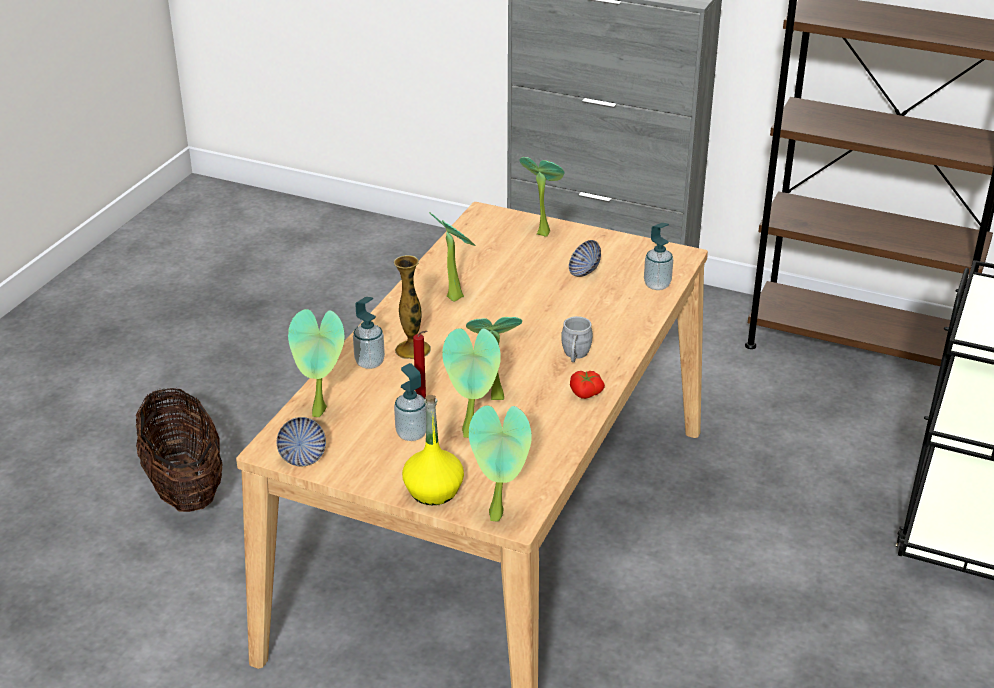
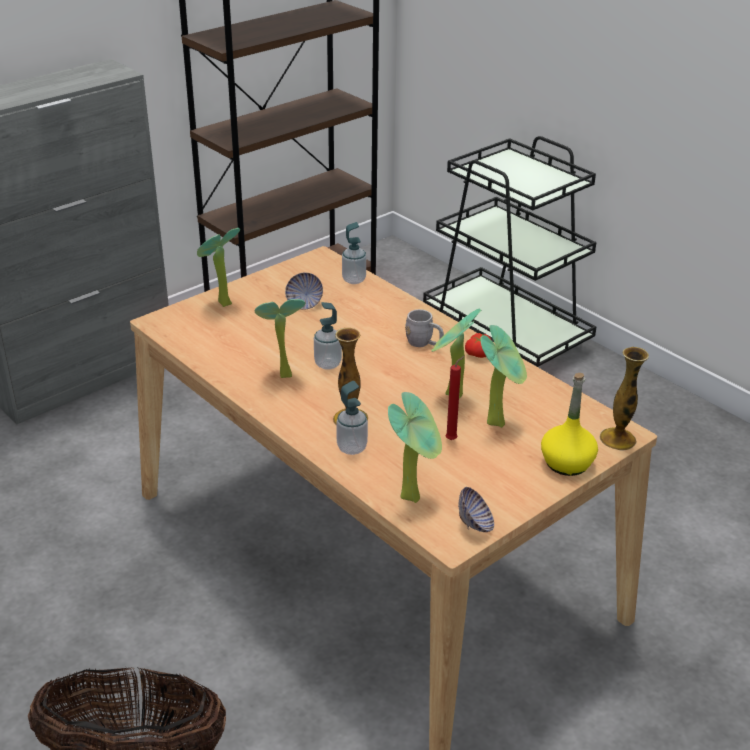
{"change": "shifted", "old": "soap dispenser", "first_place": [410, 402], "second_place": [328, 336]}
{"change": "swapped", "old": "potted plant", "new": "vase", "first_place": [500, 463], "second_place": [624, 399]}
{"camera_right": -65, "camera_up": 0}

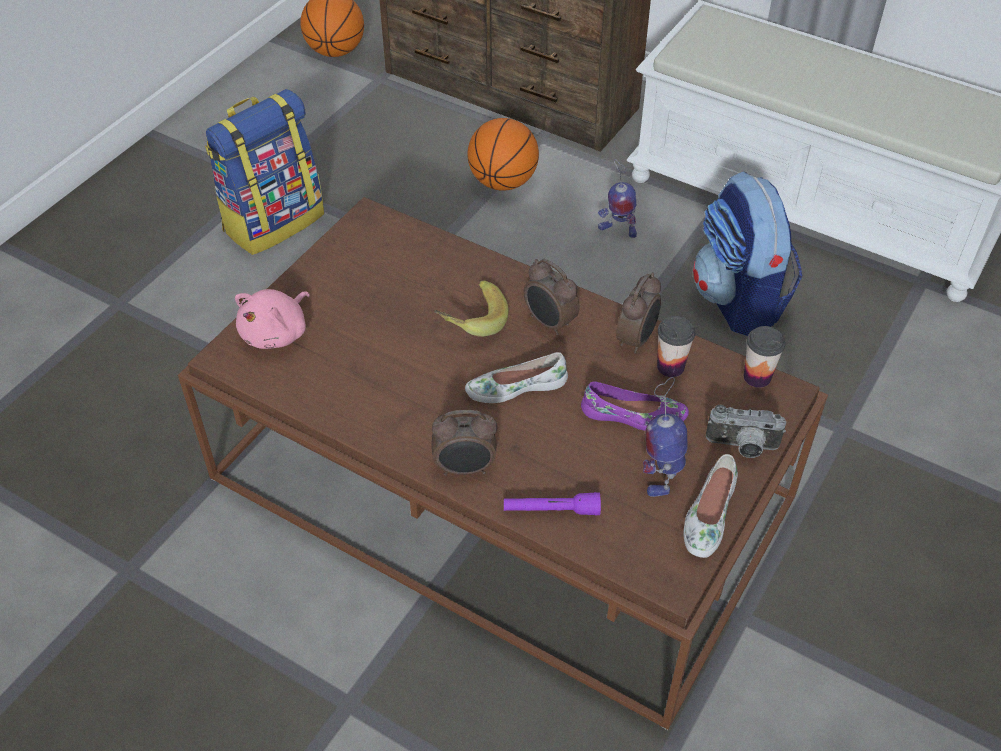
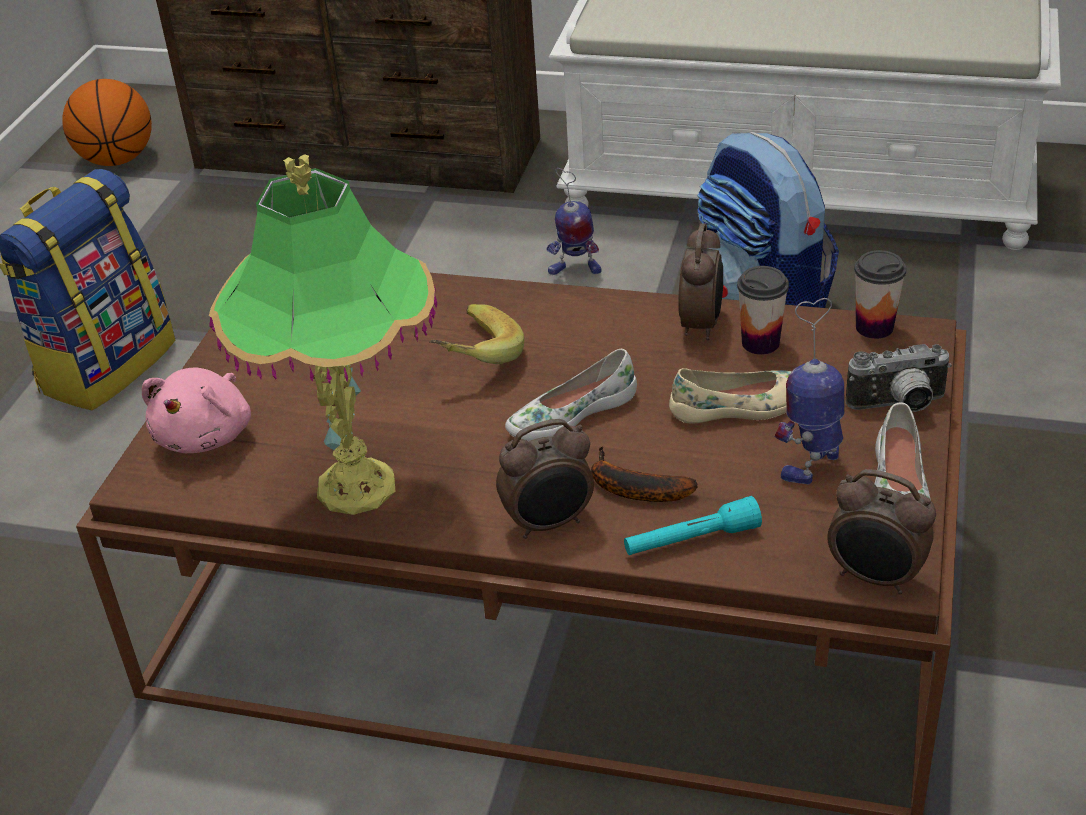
{"change": "gone", "old": "basketball", "first_place": [503, 154]}
{"change": "new", "new": "table lamp", "second_place": [323, 334]}
{"change": "new", "new": "banana", "second_place": [644, 474]}
{"change": "shifted", "old": "alarm clock", "first_place": [552, 297], "second_place": [881, 531]}
{"change": "repainted", "old": "purple flashlight", "new": "turquoise flashlight", "first_place": [552, 503], "second_place": [693, 525]}
{"change": "repainted", "old": "purple shoe", "new": "beige shoe", "first_place": [635, 405], "second_place": [730, 396]}
{"change": "rotated", "old": "toy robot", "first_place": [665, 437], "second_place": [810, 391], "degrees": 45}
{"camera_right": -15, "camera_up": -10}

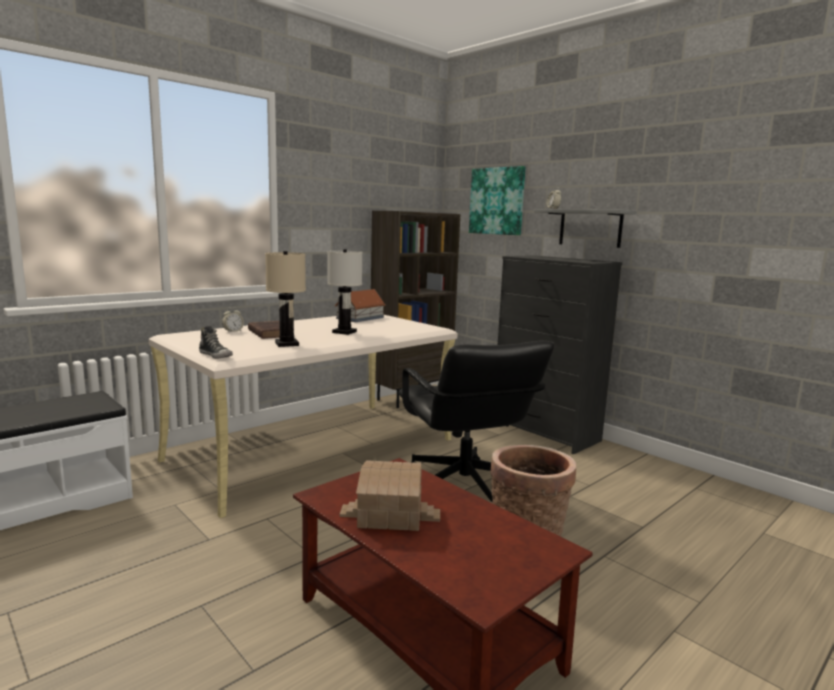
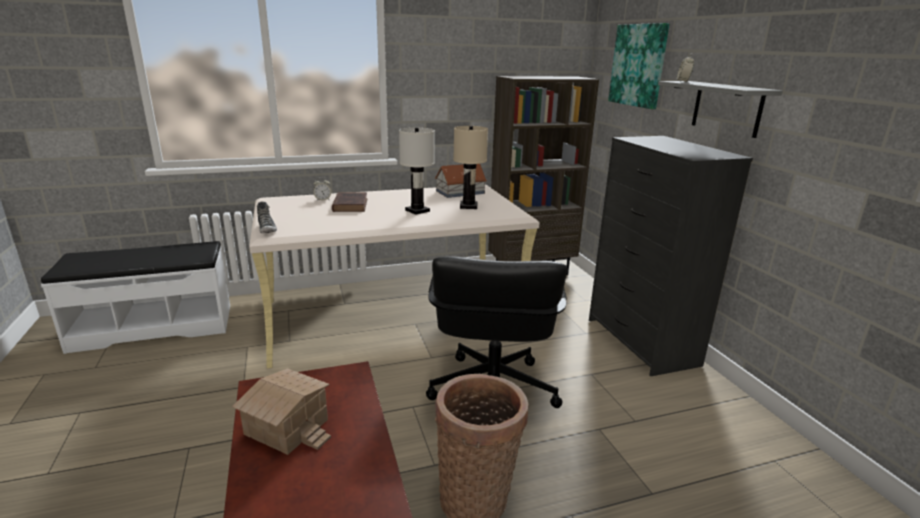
{"change": "shifted", "old": "beige table lamp", "first_place": [285, 299], "second_place": [470, 167]}
{"camera_right": 25, "camera_up": 10}

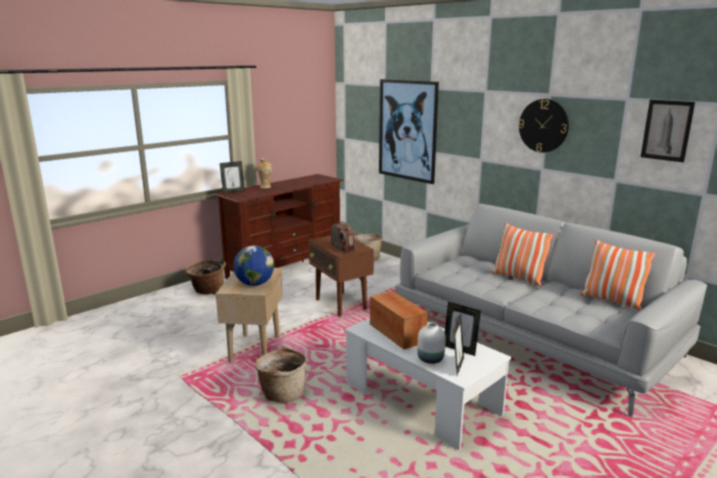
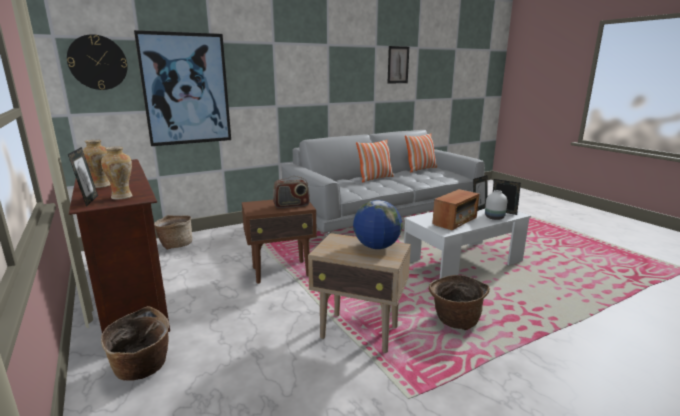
{"change": "new", "new": "vase", "second_place": [116, 173]}
{"change": "shifted", "old": "wall clock", "first_place": [543, 126], "second_place": [97, 62]}
{"change": "rotated", "old": "radio", "first_place": [399, 320], "second_place": [455, 209], "degrees": 150}
{"camera_right": -75, "camera_up": 0}

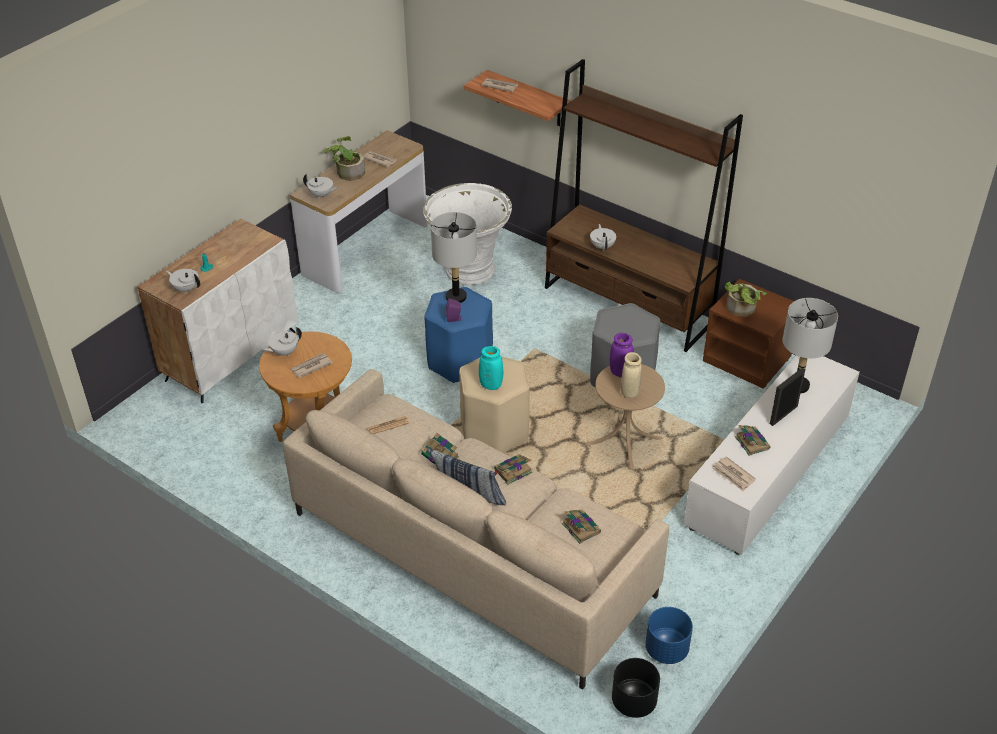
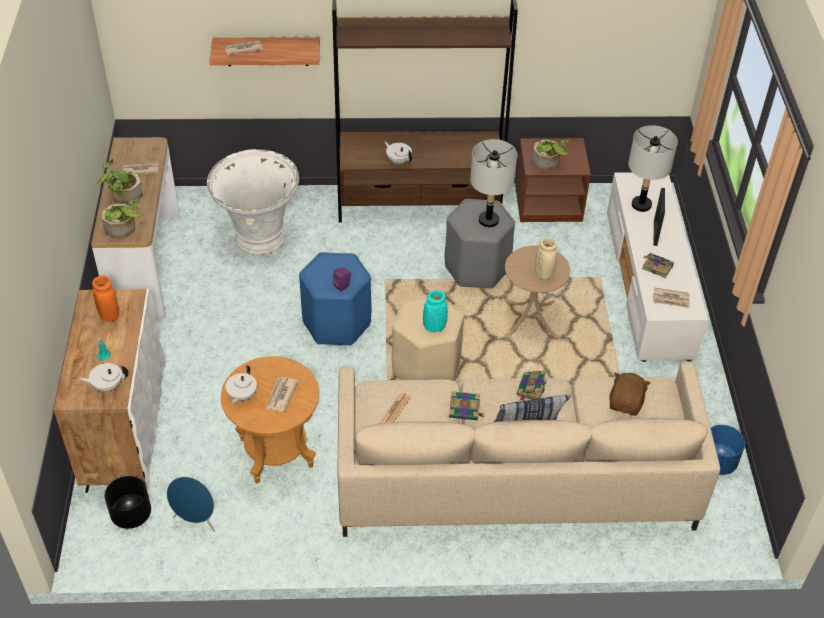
{"change": "gone", "old": "purple vase", "first_place": [622, 355]}
{"change": "new", "new": "orange vase", "second_place": [105, 299]}
{"change": "new", "new": "blue speaker", "second_place": [191, 504]}
{"change": "shifted", "old": "grey table lamp", "first_place": [454, 257], "second_place": [493, 183]}
{"change": "shifted", "old": "black planter", "first_place": [636, 688], "second_place": [128, 502]}
{"change": "swapped", "old": "white teapot", "new": "potted plant", "first_place": [321, 186], "second_place": [122, 218]}
{"change": "swapped", "old": "book", "new": "brown plush toy", "first_place": [581, 526], "second_place": [630, 394]}
{"camera_right": -40, "camera_up": 5}

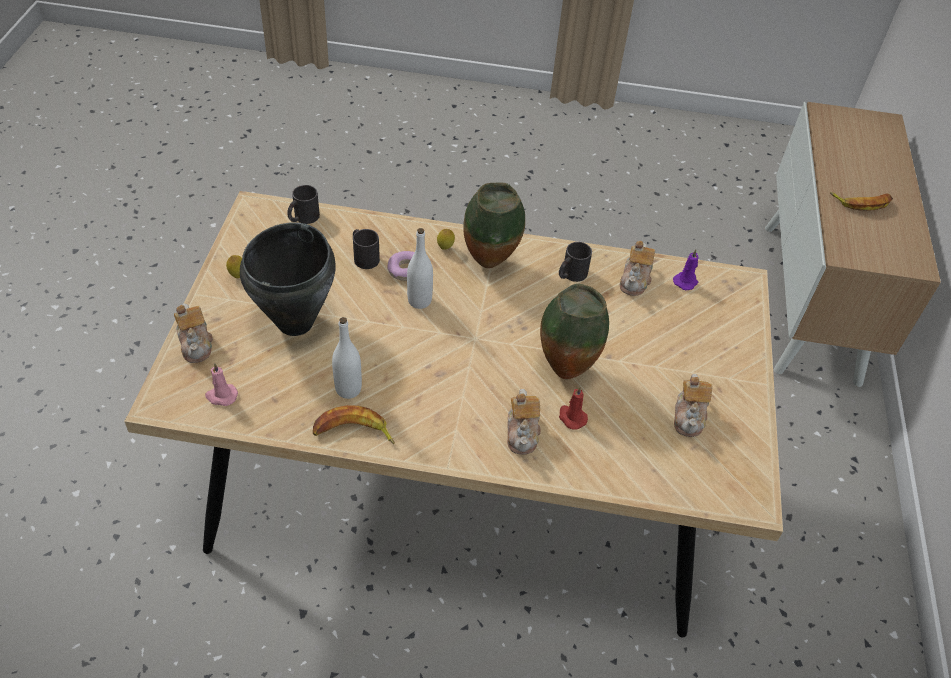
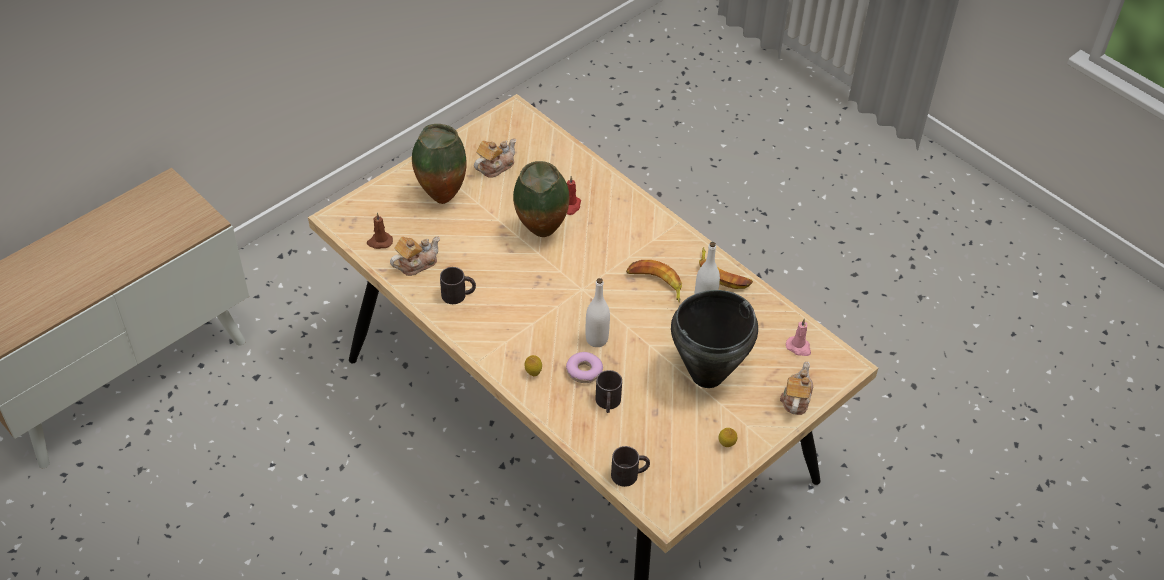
{"change": "gone", "old": "teapot", "first_place": [524, 422]}
{"change": "shifted", "old": "vase", "first_place": [494, 225], "second_place": [439, 164]}
{"change": "shifted", "old": "banana", "first_place": [861, 201], "second_place": [654, 281]}
{"change": "repainted", "old": "purple candle", "new": "brown candle", "first_place": [686, 269], "second_place": [380, 231]}
{"camera_right": -140, "camera_up": 0}

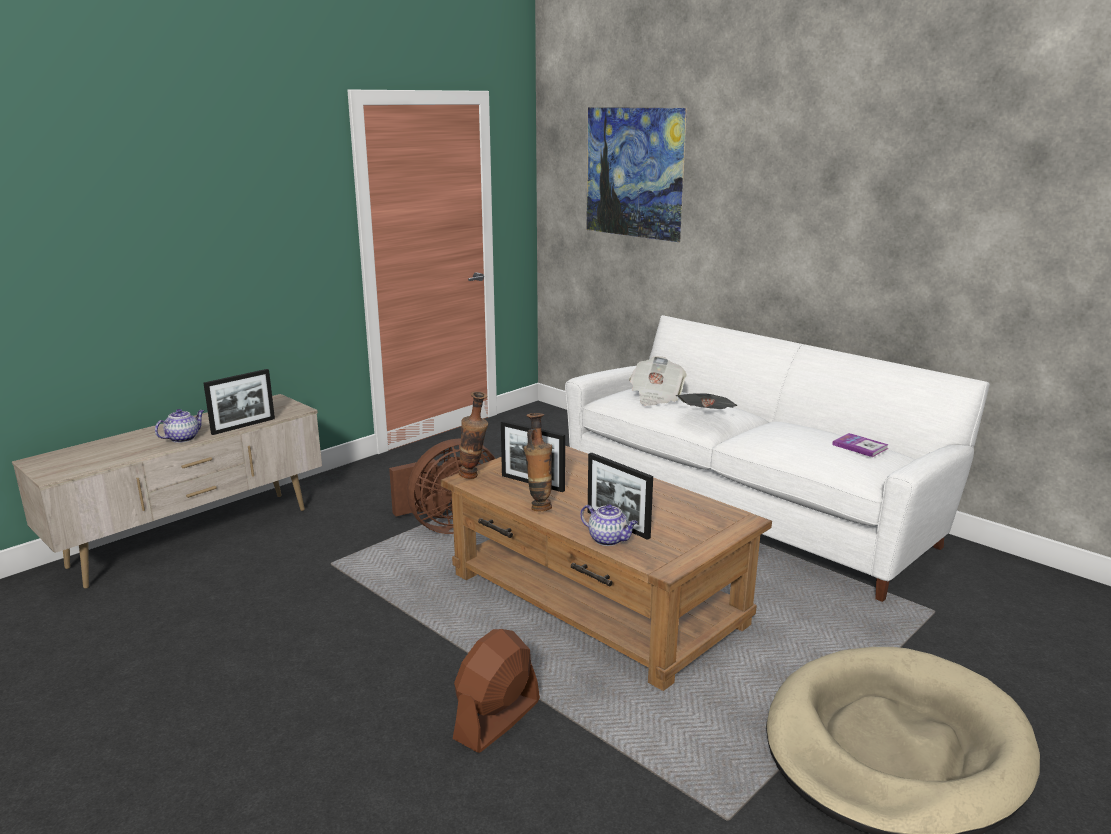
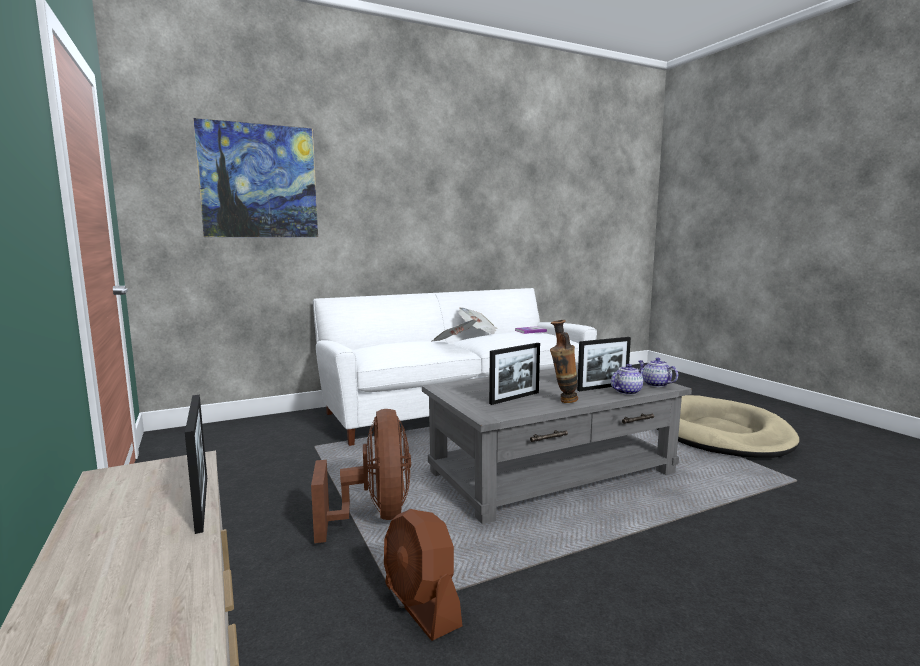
{"change": "gone", "old": "vase", "first_place": [473, 435]}
{"change": "shifted", "old": "teapot", "first_place": [179, 426], "second_place": [658, 372]}
{"change": "shifted", "old": "brown fan", "first_place": [496, 691], "second_place": [423, 575]}
{"change": "shifted", "old": "newspaper", "first_place": [658, 381], "second_place": [477, 320]}
{"change": "repainted", "old": "brown coffee table", "new": "grey coffee table", "first_place": [606, 568], "second_place": [557, 444]}
{"camera_right": -70, "camera_up": -10}

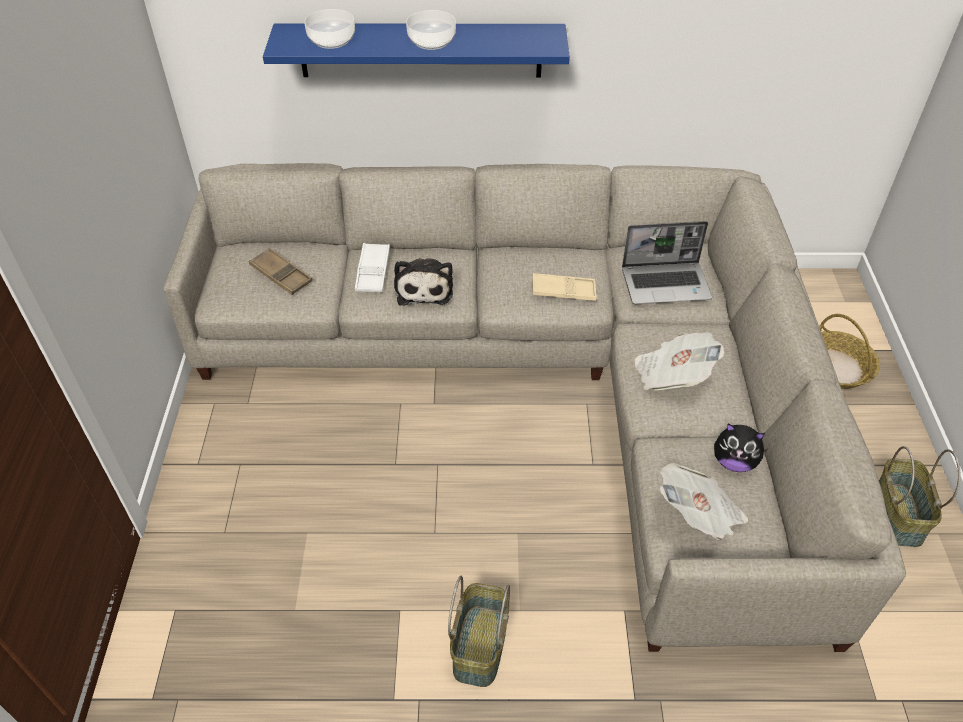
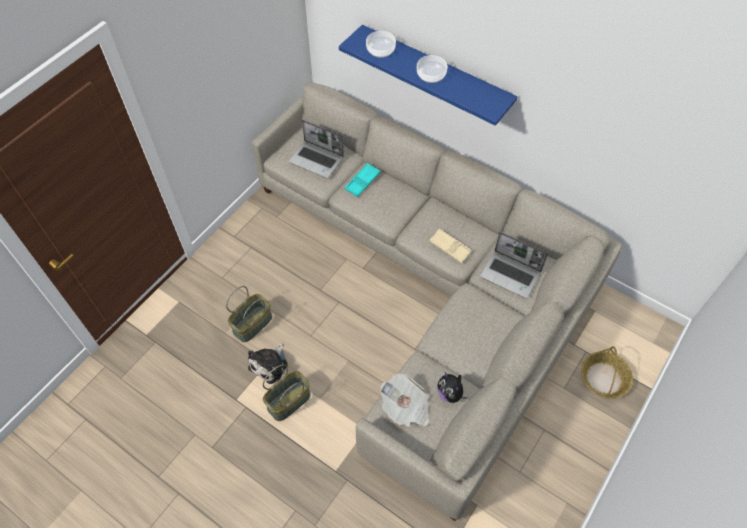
{"change": "gone", "old": "newspaper", "first_place": [679, 361]}
{"change": "shifted", "old": "plush toy", "first_place": [423, 282], "second_place": [268, 363]}
{"change": "shifted", "old": "basket", "first_place": [920, 496], "second_place": [249, 314]}
{"change": "swapped", "old": "brown tray", "new": "laptop", "first_place": [280, 271], "second_place": [316, 149]}
{"change": "repainted", "old": "white tray", "new": "turquoise tray", "first_place": [372, 268], "second_place": [362, 180]}
{"camera_right": 35, "camera_up": 10}

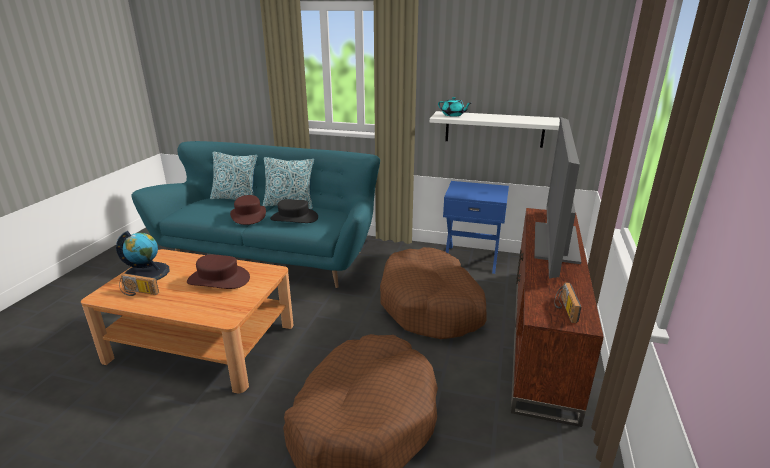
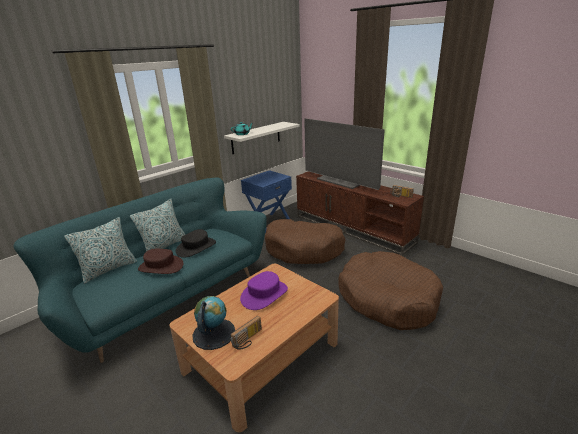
{"change": "repainted", "old": "brown hat", "new": "purple hat", "first_place": [218, 272], "second_place": [264, 290]}
{"camera_right": -60, "camera_up": 0}

